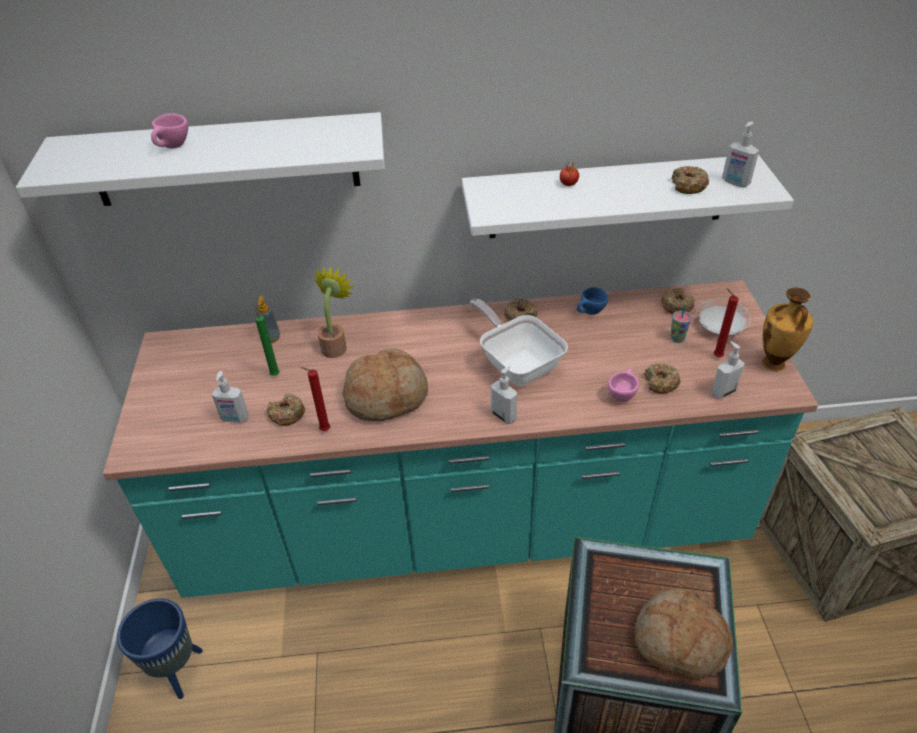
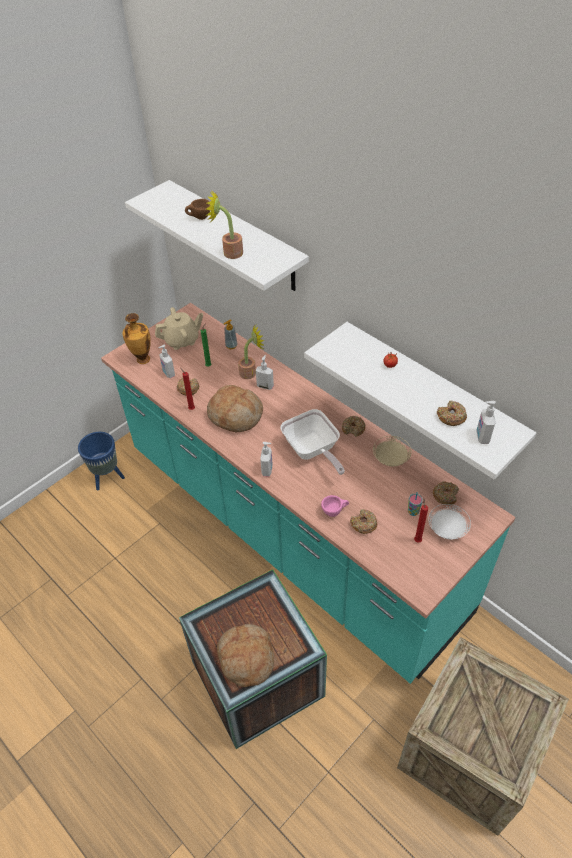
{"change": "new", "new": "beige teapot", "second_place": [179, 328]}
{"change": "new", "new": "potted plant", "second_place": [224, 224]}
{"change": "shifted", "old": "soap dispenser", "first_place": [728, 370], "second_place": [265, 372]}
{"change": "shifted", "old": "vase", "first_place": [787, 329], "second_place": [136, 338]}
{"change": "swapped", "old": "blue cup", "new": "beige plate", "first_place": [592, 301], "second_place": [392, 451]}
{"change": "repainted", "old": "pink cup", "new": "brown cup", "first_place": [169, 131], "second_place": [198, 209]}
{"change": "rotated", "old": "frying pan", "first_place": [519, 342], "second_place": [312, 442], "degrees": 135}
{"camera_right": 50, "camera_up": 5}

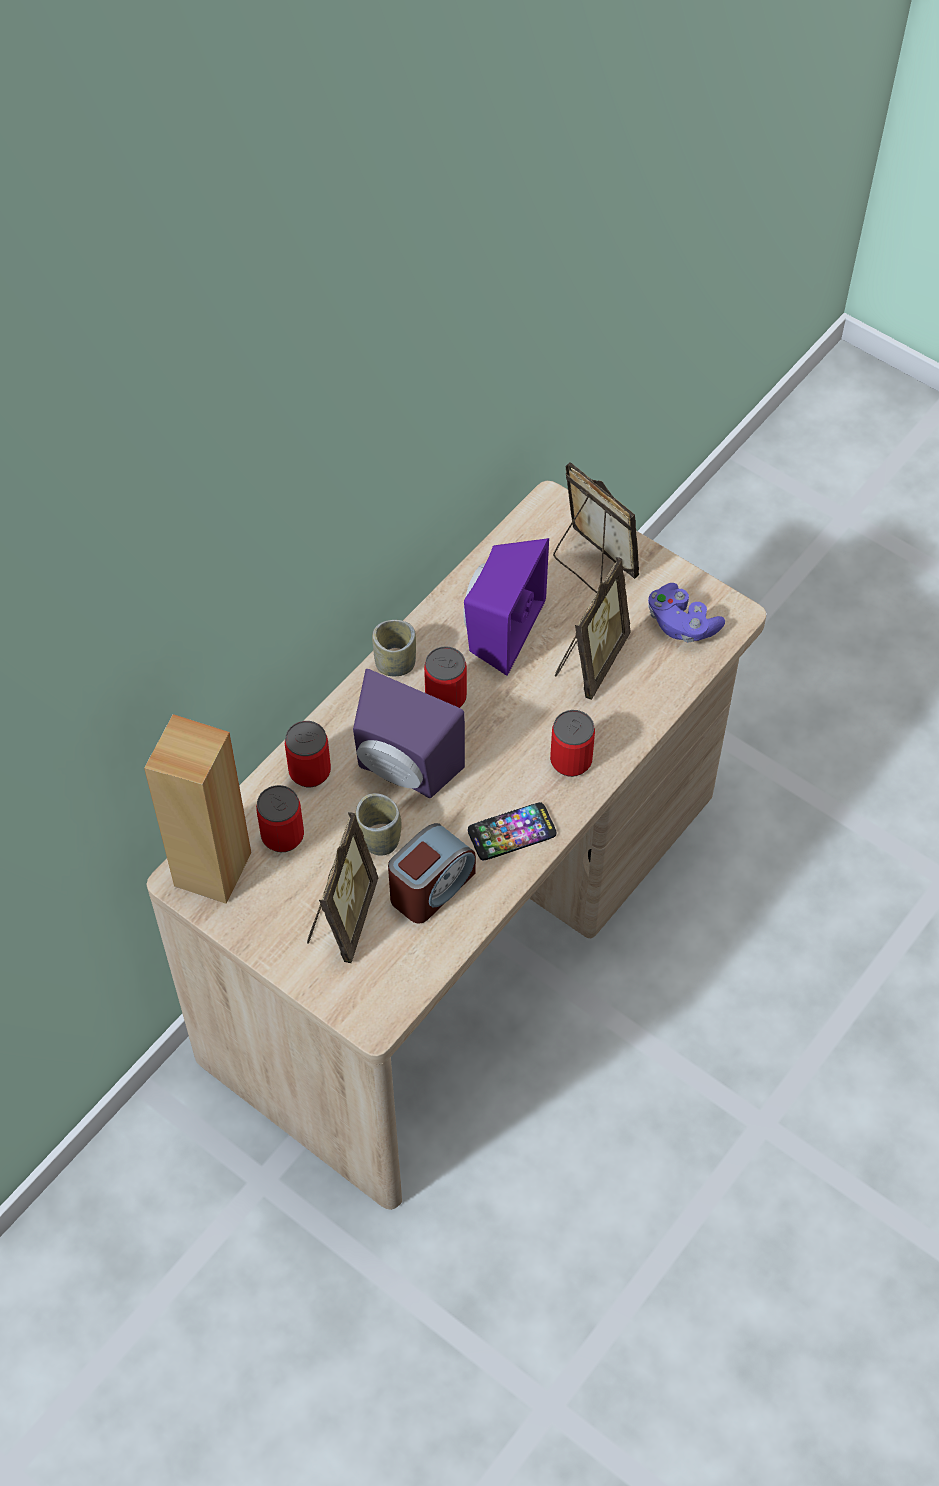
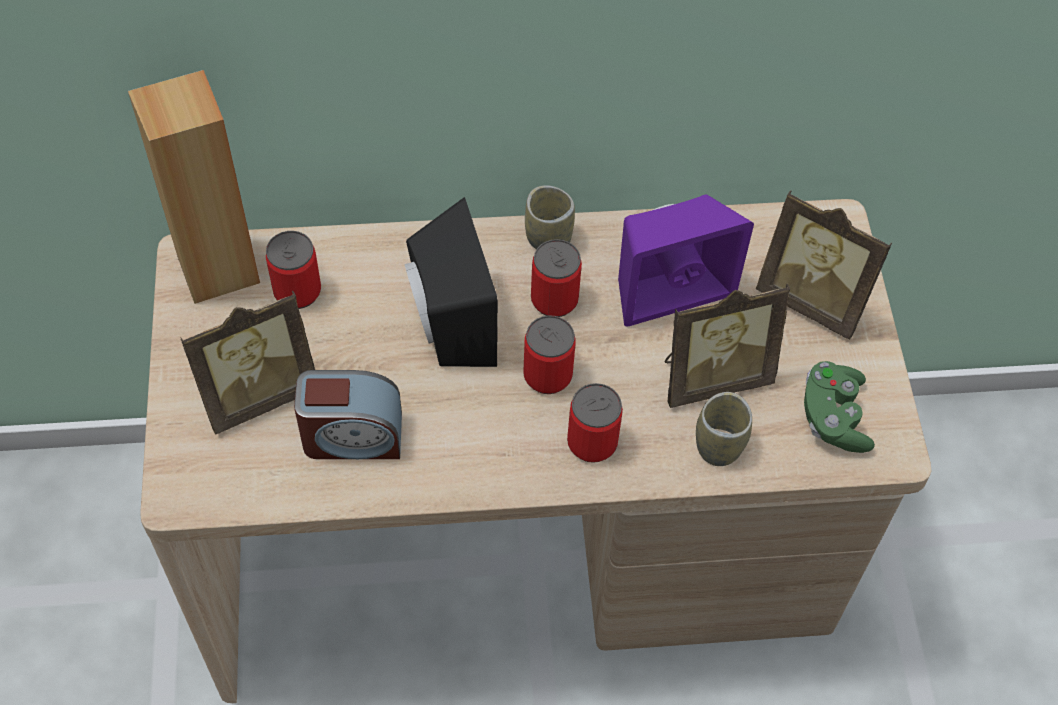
{"change": "gone", "old": "phone", "first_place": [512, 831]}
{"change": "shifted", "old": "can", "first_place": [308, 754], "second_place": [549, 354]}
{"change": "shifted", "old": "cup", "first_place": [378, 824], "second_place": [724, 429]}
{"change": "repainted", "old": "purple speaker", "new": "black speaker", "first_place": [409, 733], "second_place": [451, 282]}
{"change": "repainted", "old": "purple game controller", "new": "green game controller", "first_place": [686, 613], "second_place": [839, 407]}
{"change": "rotated", "old": "picture frame", "first_place": [596, 527], "second_place": [824, 265], "degrees": 120}
{"camera_right": 45, "camera_up": 0}

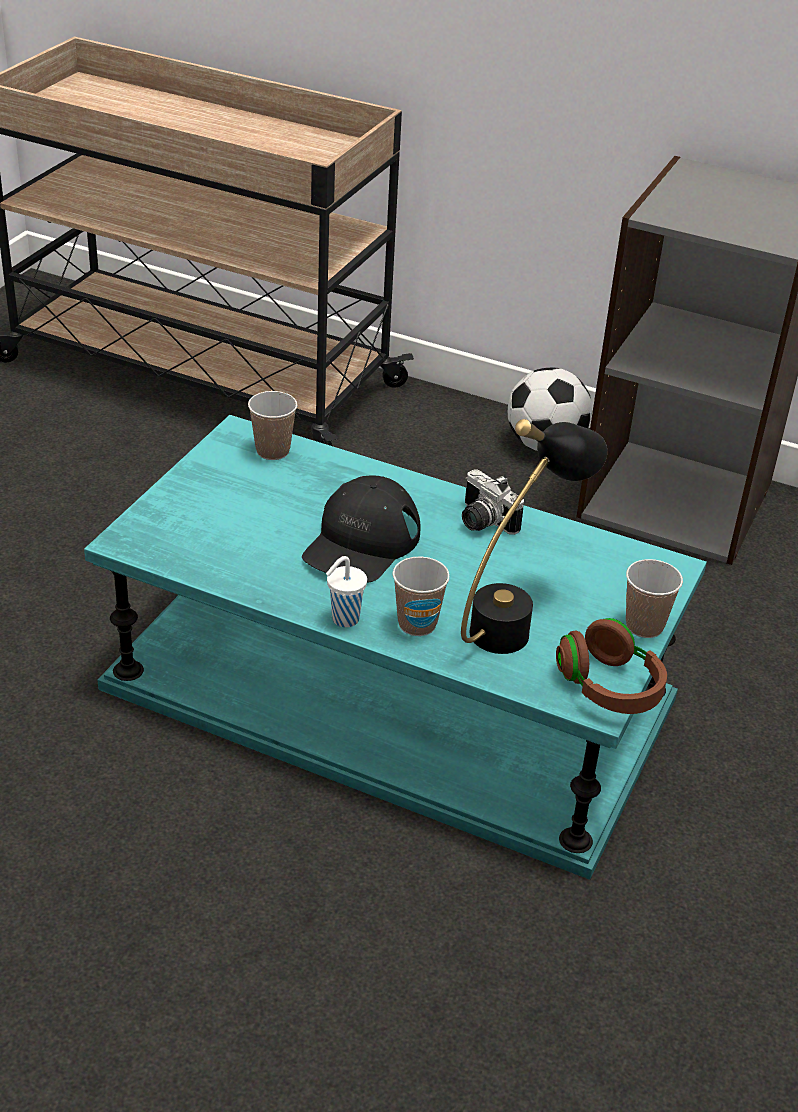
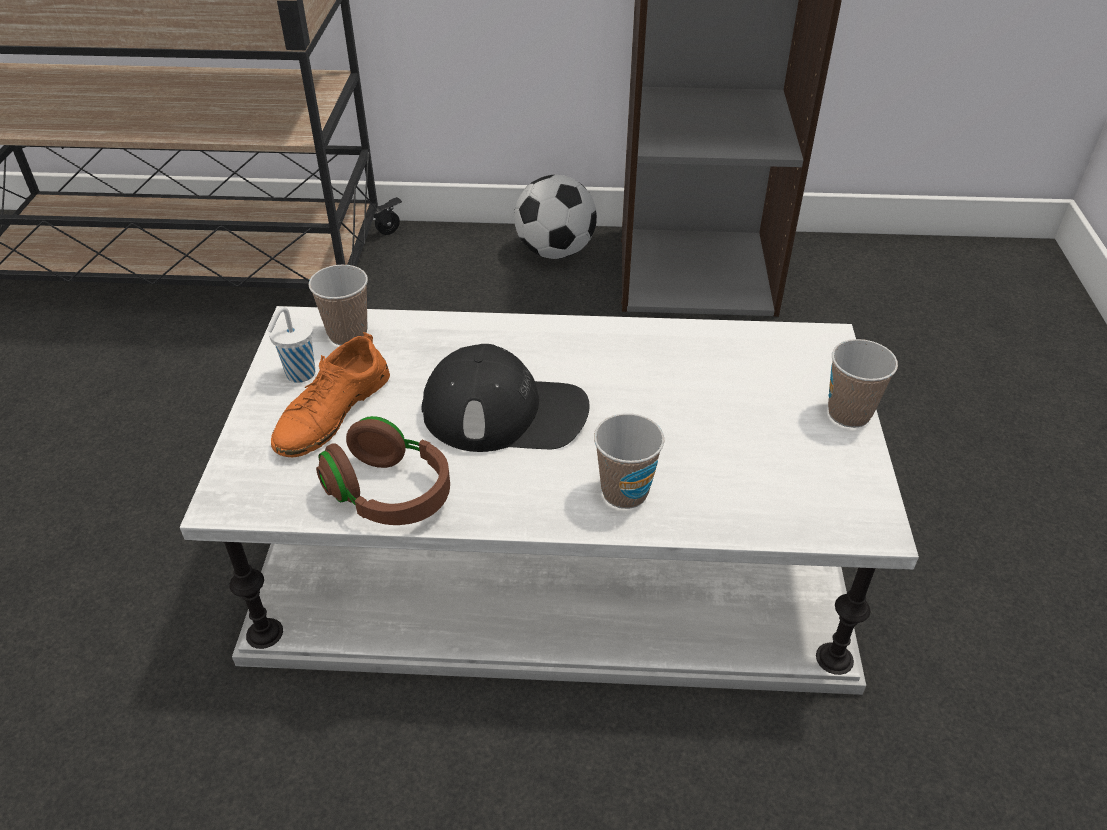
{"change": "gone", "old": "black table lamp", "first_place": [534, 536]}
{"change": "gone", "old": "photo camera", "first_place": [493, 502]}
{"change": "new", "new": "orange shoe", "second_place": [330, 394]}
{"change": "shifted", "old": "white cup", "first_place": [346, 591], "second_place": [291, 344]}
{"change": "shifted", "old": "brown headphones", "first_place": [611, 666], "second_place": [383, 470]}
{"change": "repainted", "old": "turquoise coffee table", "new": "white coffee table", "first_place": [395, 647], "second_place": [549, 500]}
{"change": "rotated", "old": "black cap", "first_place": [361, 529], "second_place": [505, 398], "degrees": -90}
{"camera_right": -20, "camera_up": 5}

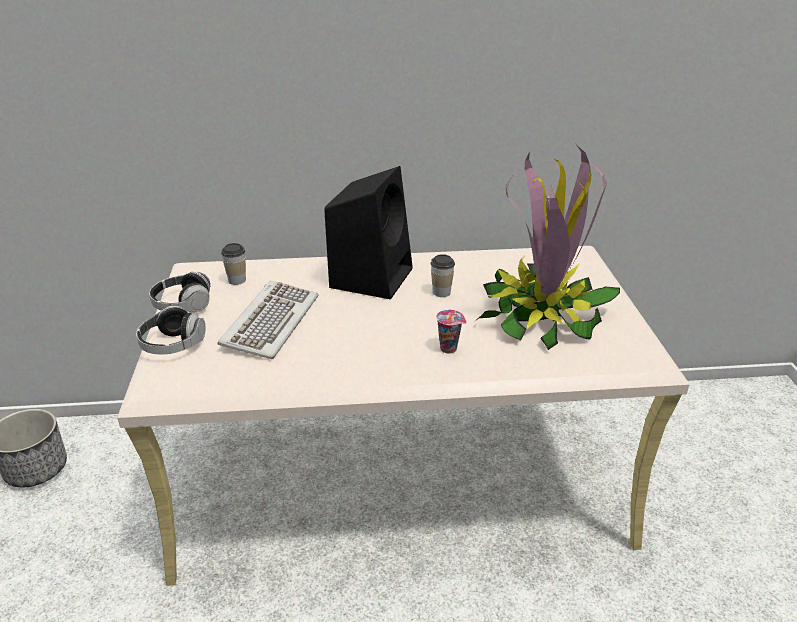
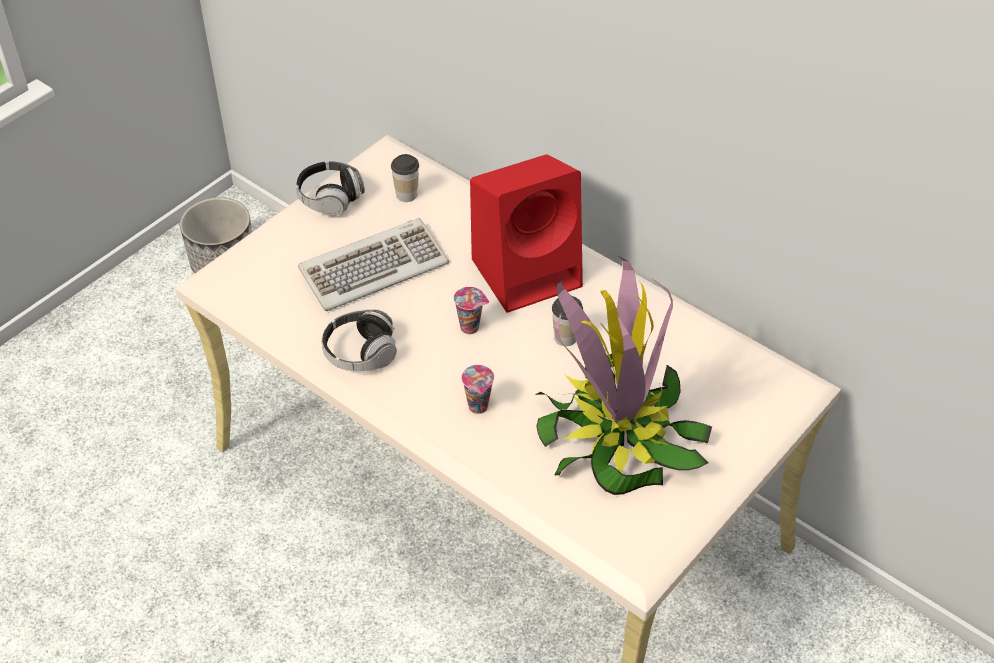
{"change": "new", "new": "cup", "second_place": [471, 310]}
{"change": "shifted", "old": "headphones", "first_place": [170, 330], "second_place": [359, 340]}
{"change": "repainted", "old": "black speaker", "new": "red speaker", "first_place": [368, 232], "second_place": [526, 233]}
{"camera_right": 45, "camera_up": 15}

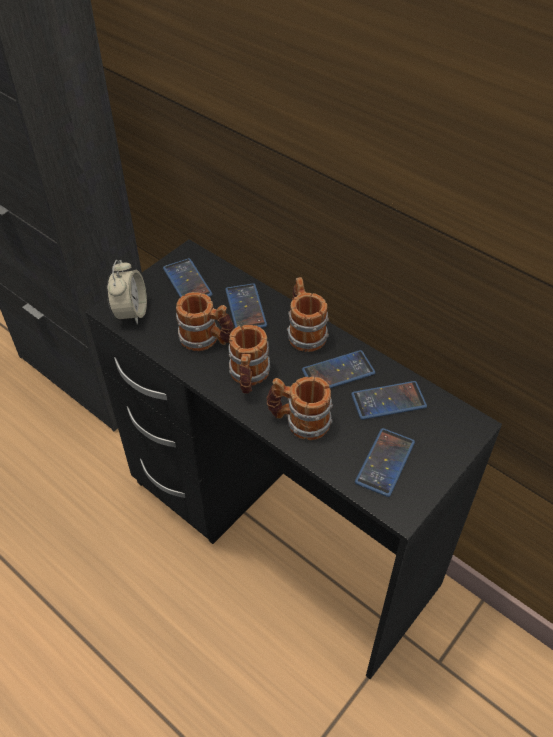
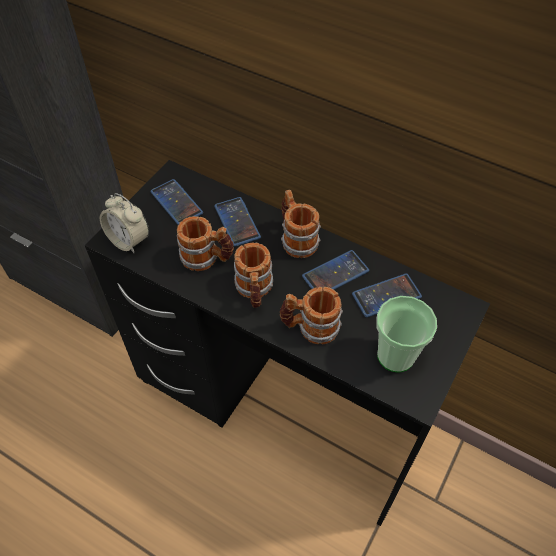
{"change": "swapped", "old": "phone", "new": "cup", "first_place": [385, 462], "second_place": [406, 334]}
{"change": "rotated", "old": "alarm clock", "first_place": [127, 292], "second_place": [124, 223], "degrees": 135}
{"camera_right": -10, "camera_up": 5}

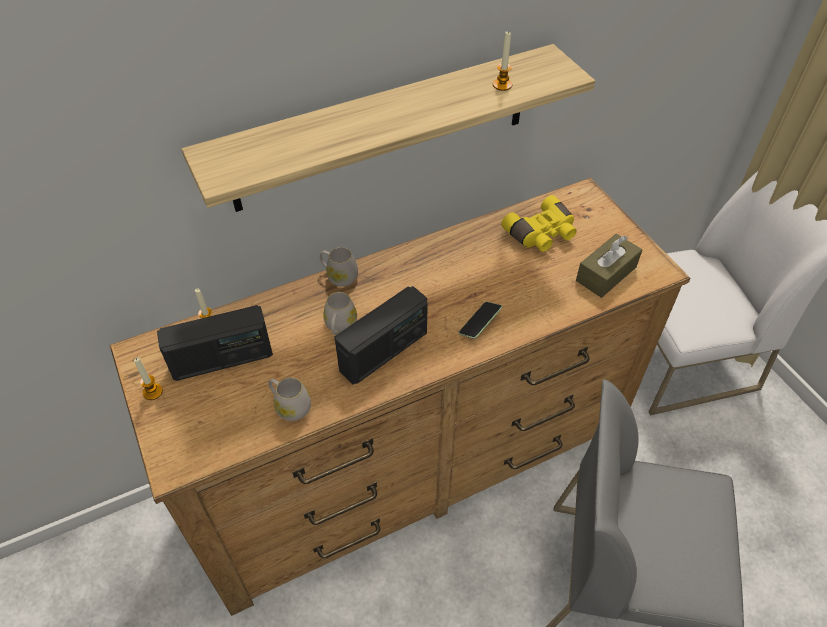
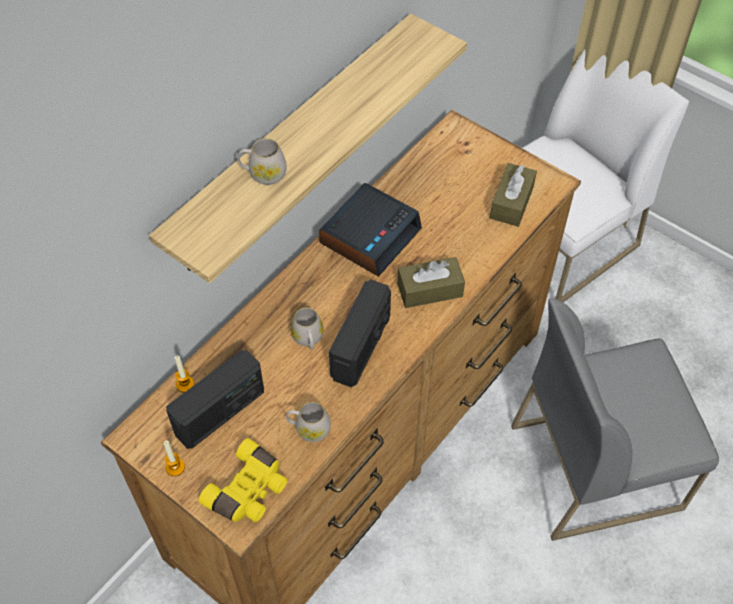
{"change": "gone", "old": "candle", "first_place": [502, 61]}
{"change": "new", "new": "alarm clock", "second_place": [370, 230]}
{"change": "shifted", "old": "white mug", "first_place": [339, 267], "second_place": [262, 161]}
{"change": "shifted", "old": "yellow binoculars", "first_place": [539, 223], "second_place": [243, 480]}
{"change": "swapped", "old": "phone", "new": "brown tissue box", "first_place": [480, 320], "second_place": [431, 282]}
{"camera_right": -25, "camera_up": 5}

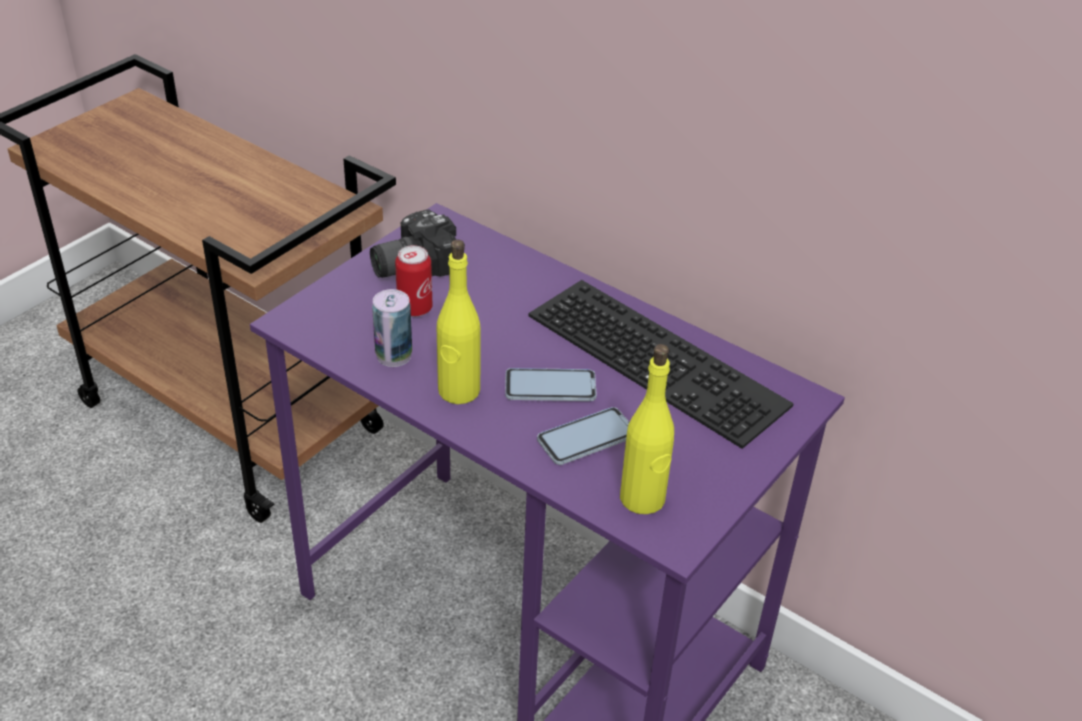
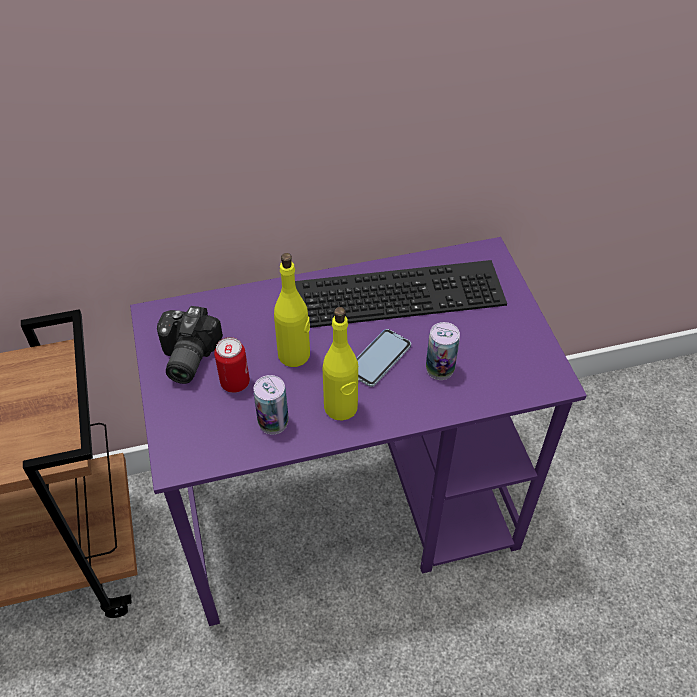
{"change": "shifted", "old": "yellow bottle", "first_place": [647, 429], "second_place": [292, 310]}
{"change": "swapped", "old": "phone", "new": "can", "first_place": [583, 436], "second_place": [443, 351]}
{"camera_right": -50, "camera_up": 10}

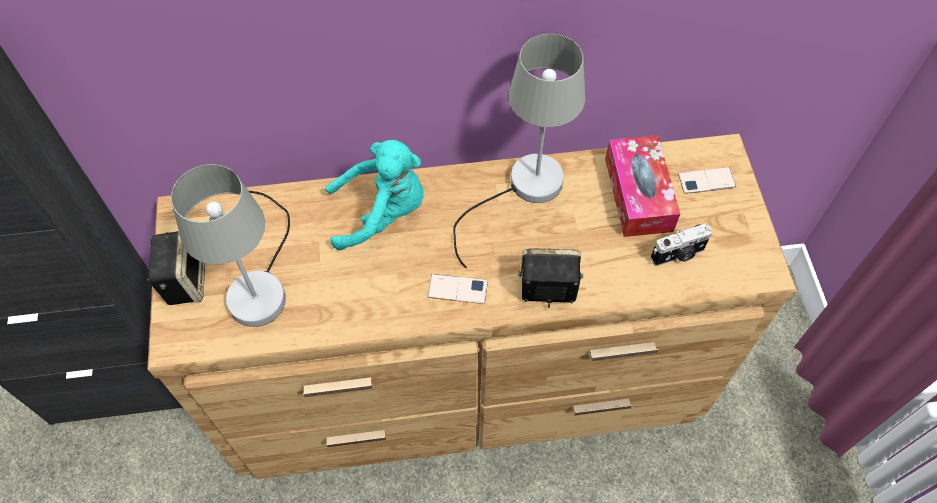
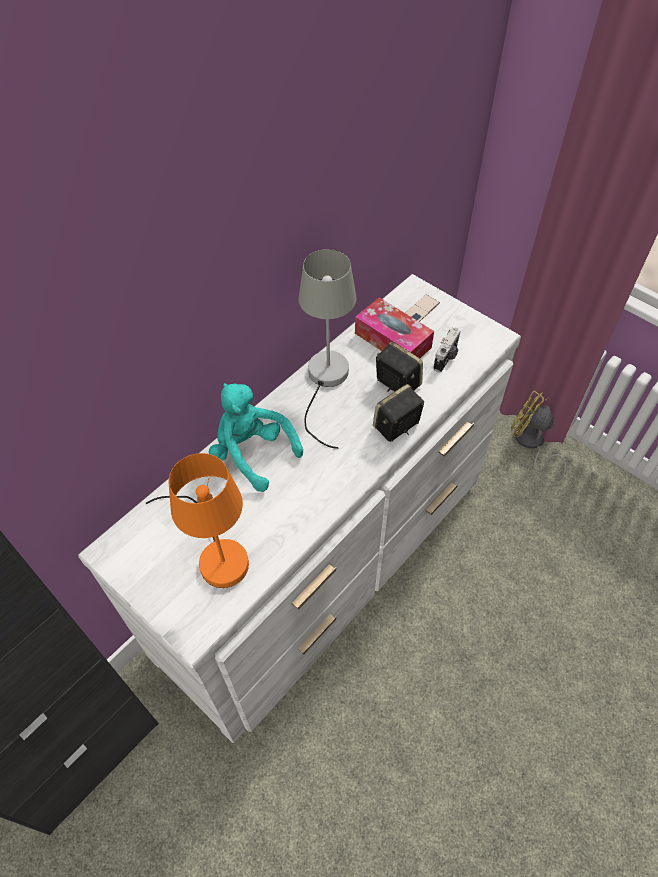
{"change": "gone", "old": "phone", "first_place": [457, 289]}
{"change": "new", "new": "yellow fan", "second_place": [539, 435]}
{"change": "shifted", "old": "speaker", "first_place": [176, 268], "second_place": [399, 367]}
{"change": "repainted", "old": "brown dresser", "new": "white dresser", "first_place": [472, 306], "second_place": [299, 508]}
{"change": "repainted", "old": "grey table lamp", "new": "orange table lamp", "first_place": [230, 245], "second_place": [197, 520]}
{"change": "rotated", "old": "turquoise plush toy", "first_place": [374, 195], "second_place": [256, 437], "degrees": -90}
{"camera_right": -40, "camera_up": -5}

